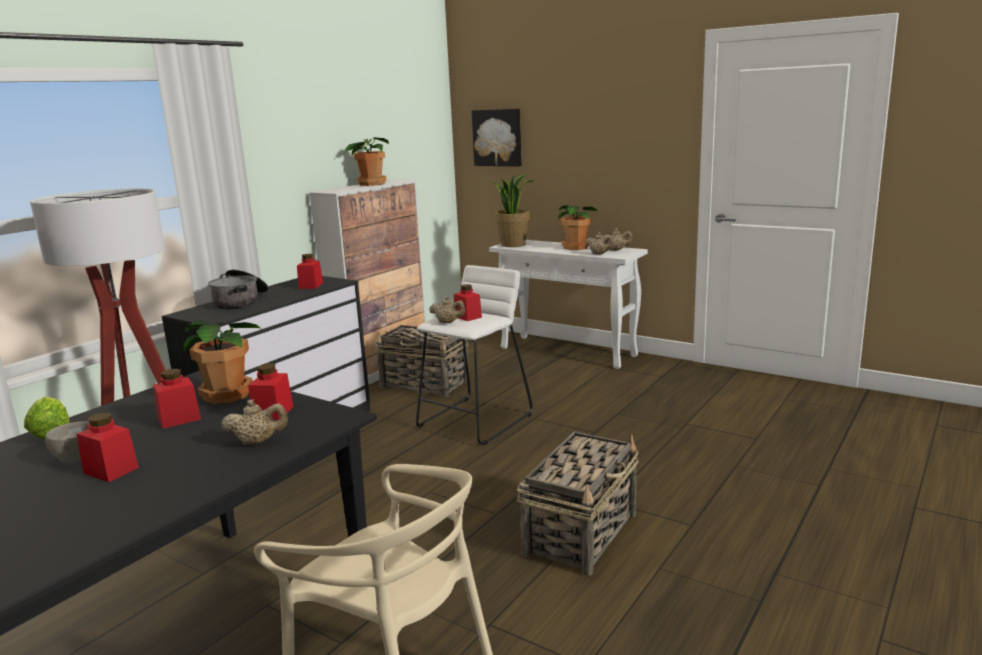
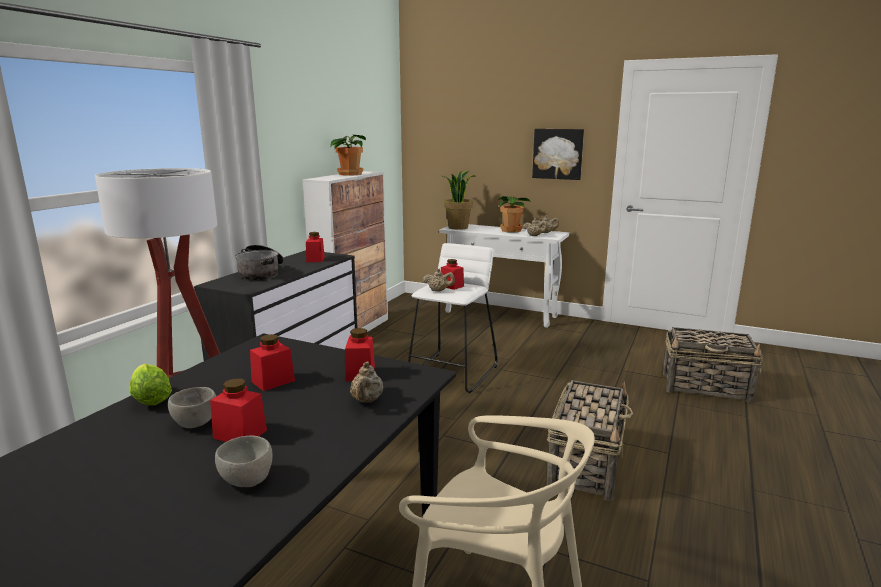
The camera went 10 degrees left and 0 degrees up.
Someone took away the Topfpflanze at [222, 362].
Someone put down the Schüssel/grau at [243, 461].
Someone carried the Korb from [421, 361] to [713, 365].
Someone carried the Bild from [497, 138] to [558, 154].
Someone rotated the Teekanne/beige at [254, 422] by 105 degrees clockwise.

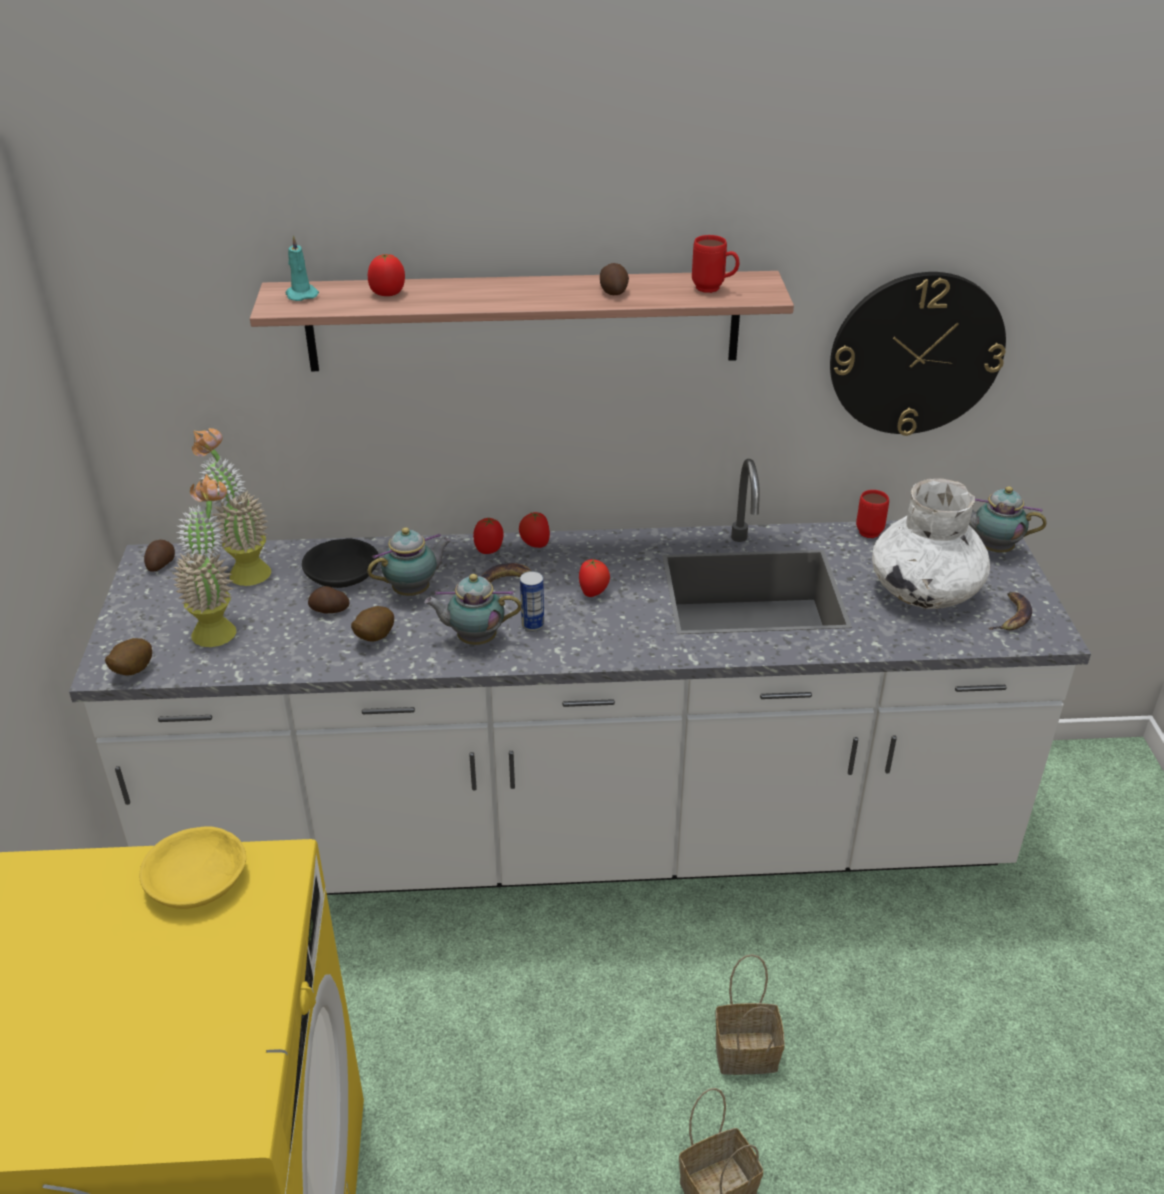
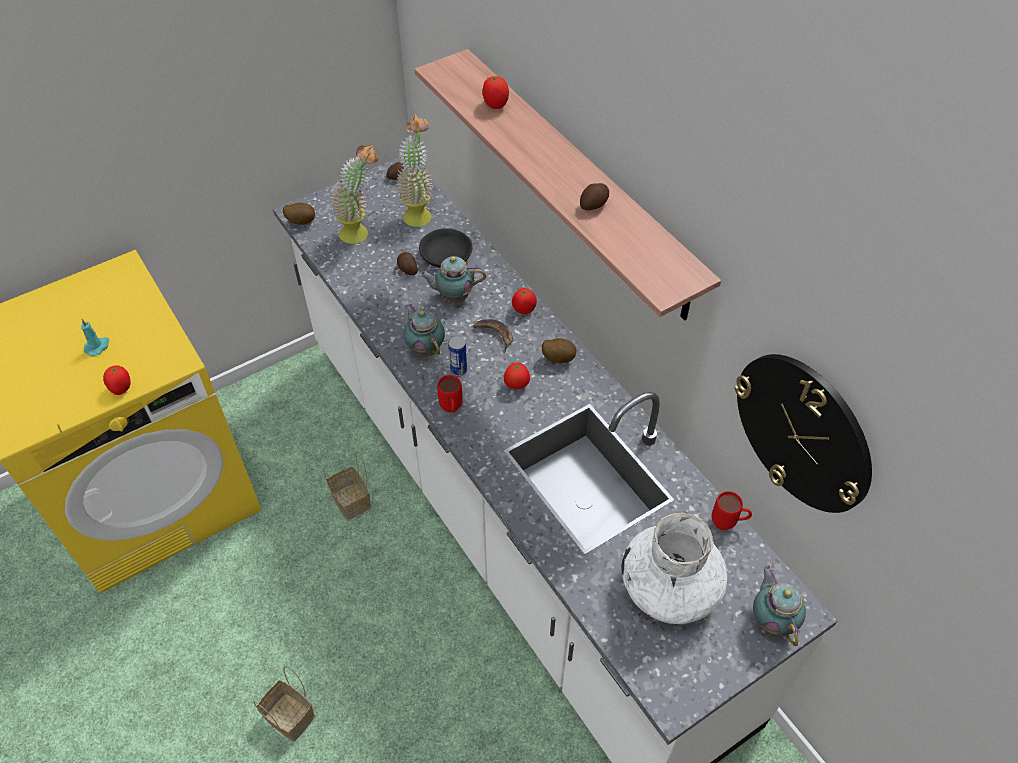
The camera went 60 degrees right and 15 degrees up.
Someone took away the Schüssel/gelb at [193, 867].
Someone took away the Banane at [1010, 611].
Someone carried the Kerze/türkis from [302, 268] to [95, 337].
Someone carried the Kartoffel from [372, 624] to [559, 350].
Someone carried the Tomate from [534, 530] to [117, 380].
Someone carried the Henkelbecher/rot from [716, 264] to [450, 394].
Someone carried the Korb from [750, 1014] to [347, 485].
Someone rotated the Teekanne at [409, 561] by 150 degrees clockwise.

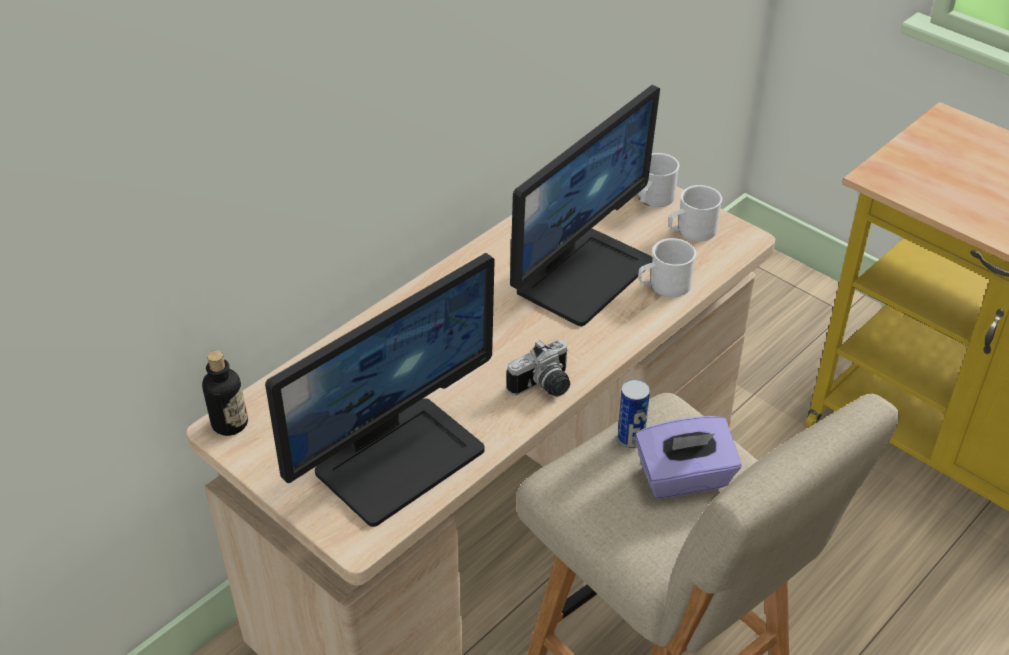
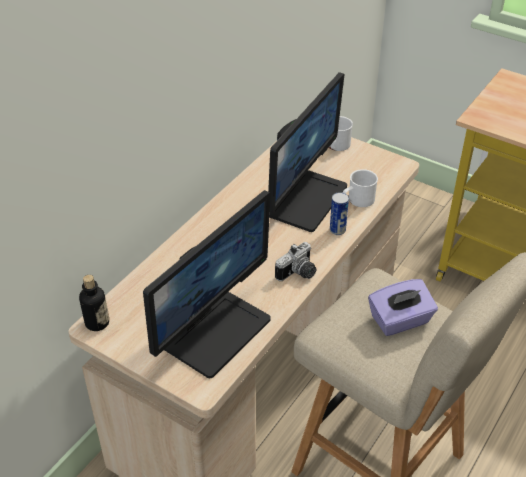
The camera went 10 degrees left and 0 degrees up.
Someone took away the Henkelbecher/weiß at [695, 213].
Someone carried the Dose from [634, 413] to [339, 213].

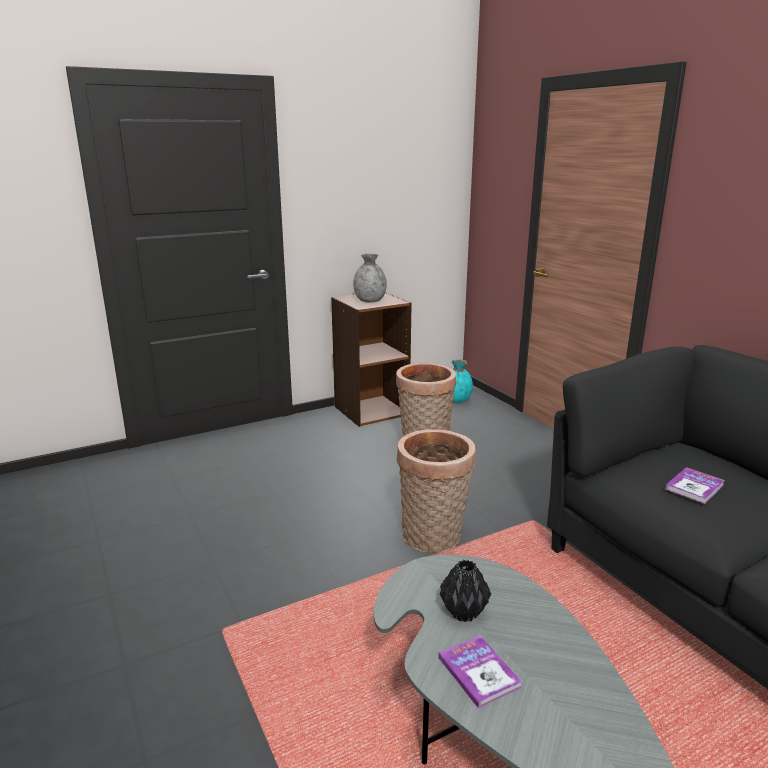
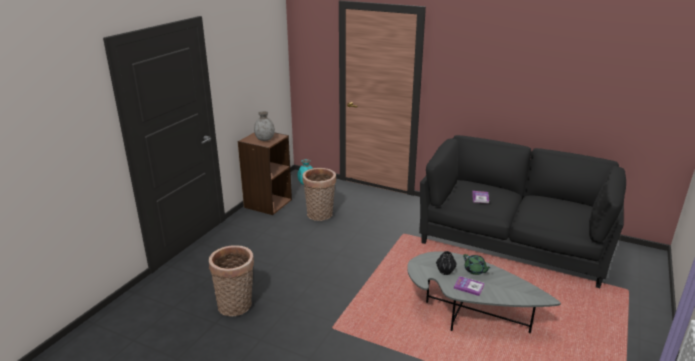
The camera went 35 degrees left and 5 degrees up.
Someone put down the Teekanne/grün at [477, 264].
Someone carried the Korb from [436, 491] to [231, 281].

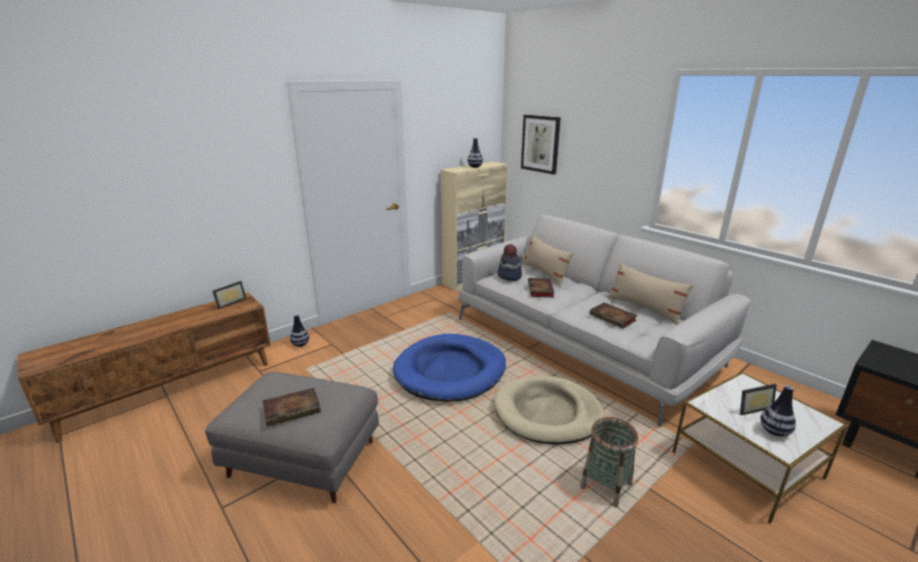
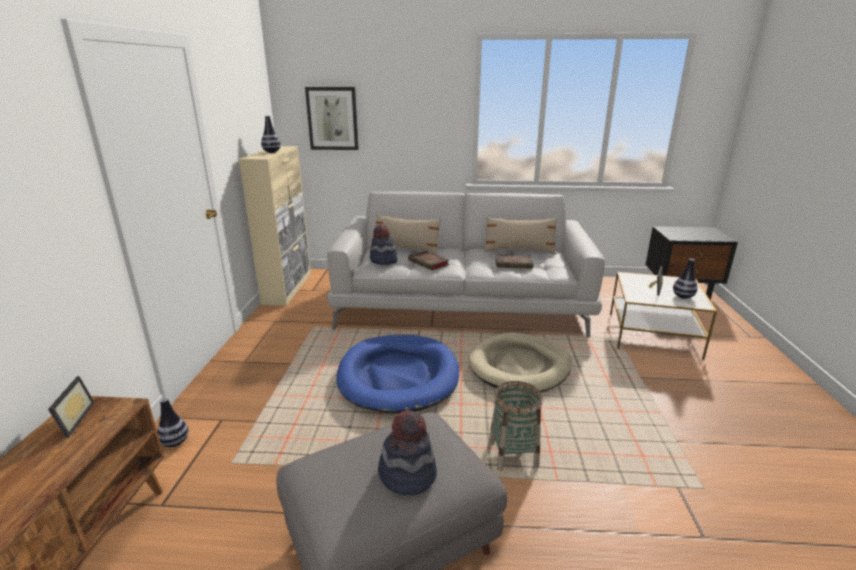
The camera went 45 degrees left and 0 degrees up.
Someone carried the Korb from [609, 462] to [516, 426].
Someone swapped the Buch at [291, 407] for the Hut at [407, 453].

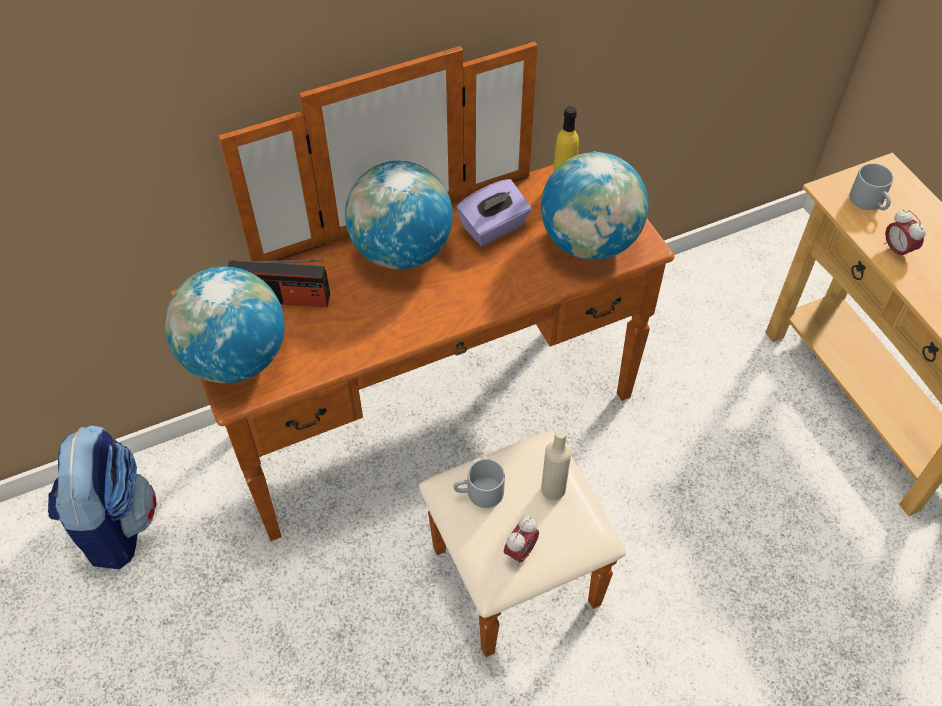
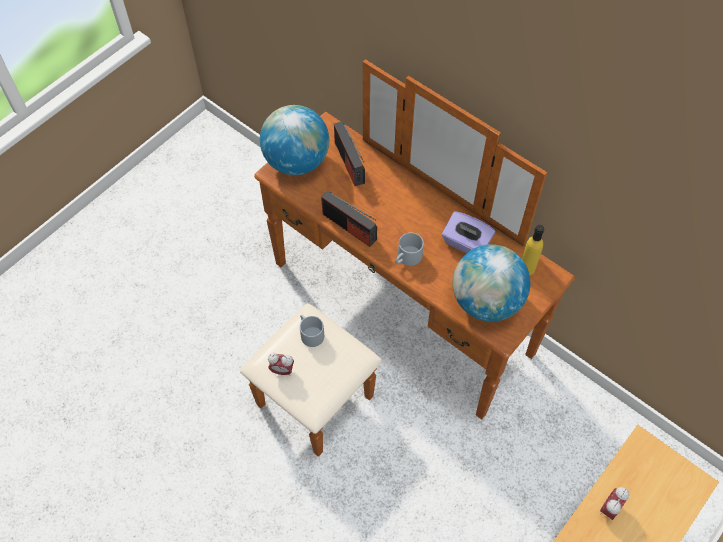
The camera went 65 degrees right and 5 degrees up.
Someone took away the Rucksack at [102, 497].
Someone took away the Globus at [399, 215].
Someone took away the Flasche/beige at [556, 464].
Someone put down the Radio at [349, 219].
Someone carried the Henkelbecher/grau from [871, 186] to [409, 249].

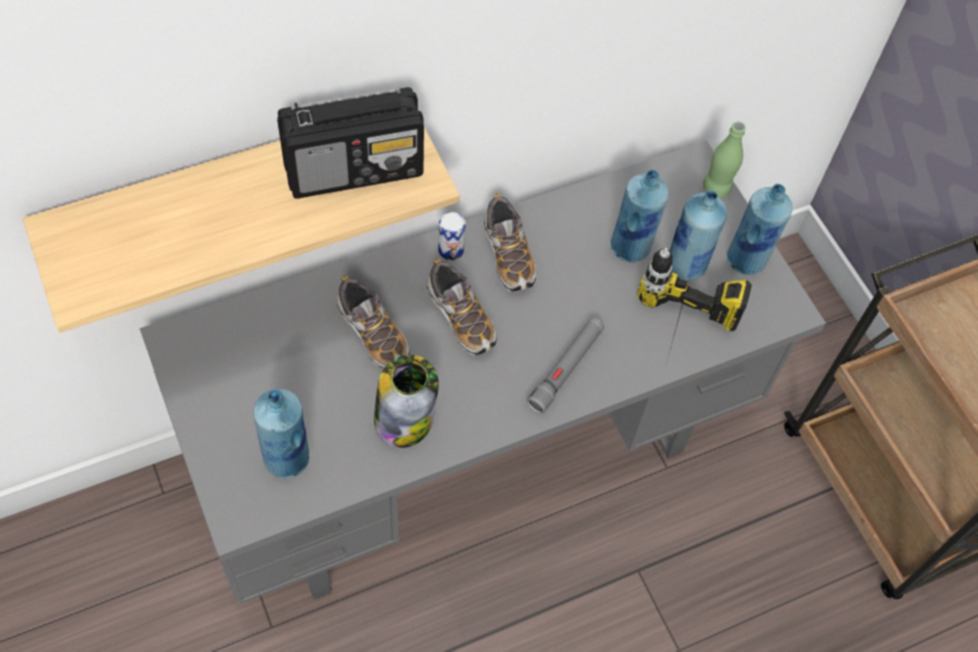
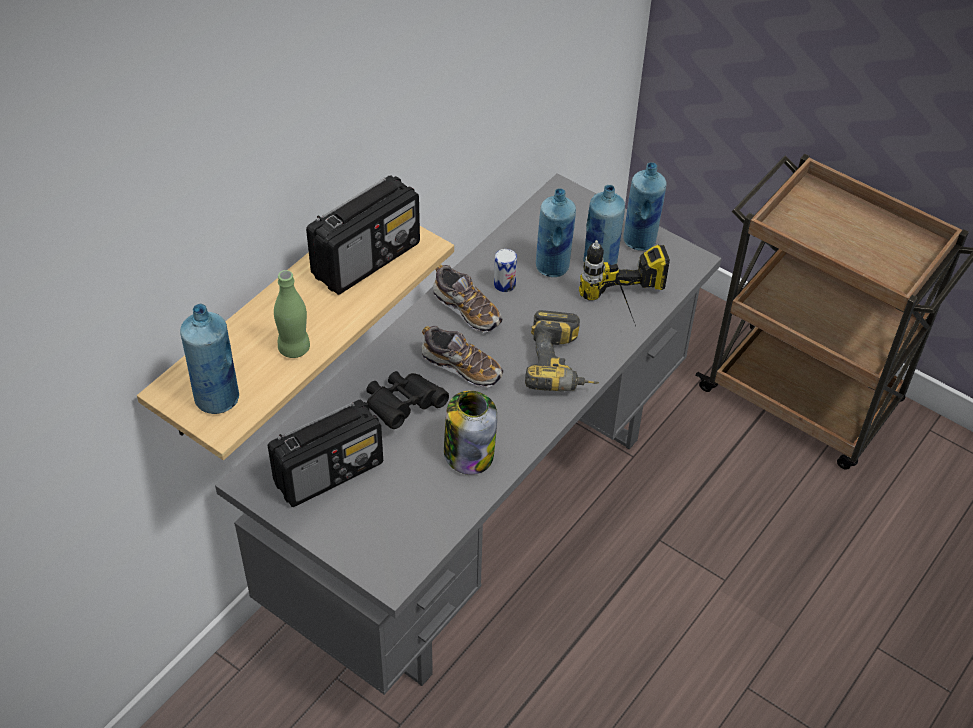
The camera went 25 degrees left and 10 degrees down.
Someone put down the Radio at [325, 453].
Someone carried the Flasche/blau from [281, 434] to [209, 359].
Someone carried the Dose from [452, 236] to [505, 270].
Someone carried the Flasche/grün from [724, 159] to [292, 314].
Someone swapped the Schuh at [373, 322] for the Fernglas/schwarz at [407, 400].
Someone swapped the Taschenlampe/grau at [565, 365] for the Bohrmaschine at [562, 350].

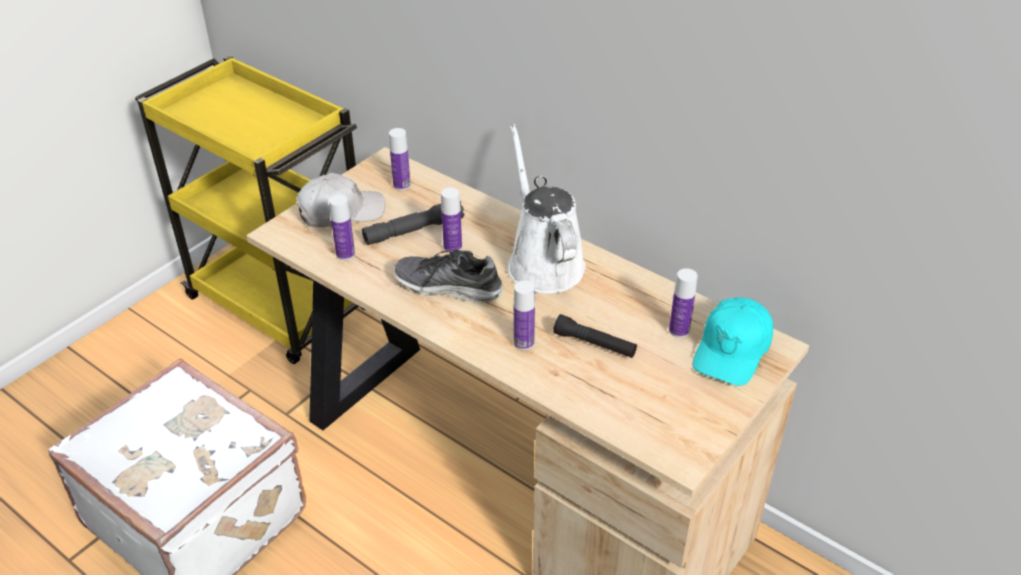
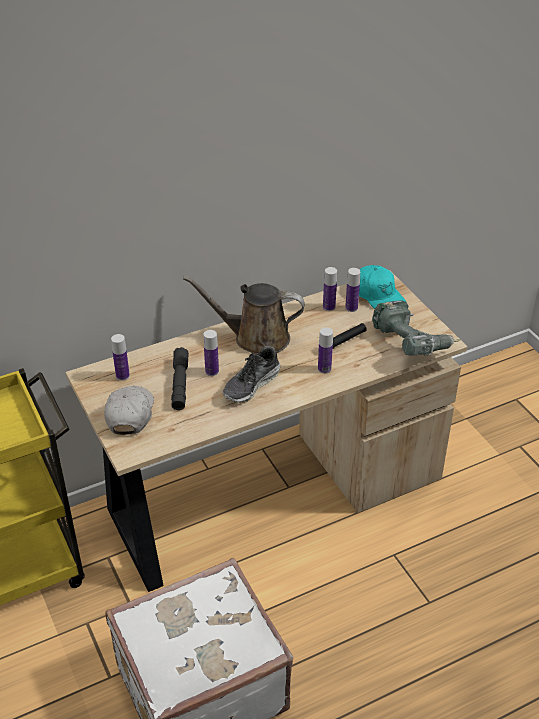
The camera went 65 degrees left and 0 degrees up.
Someone put down the Bohrmaschine at [416, 328].
Someone carried the Flasche from [342, 227] to [330, 289].
Someone repainted the Gießkanne/weiß at [547, 209], which became the Gießkanne/braun at [244, 315].

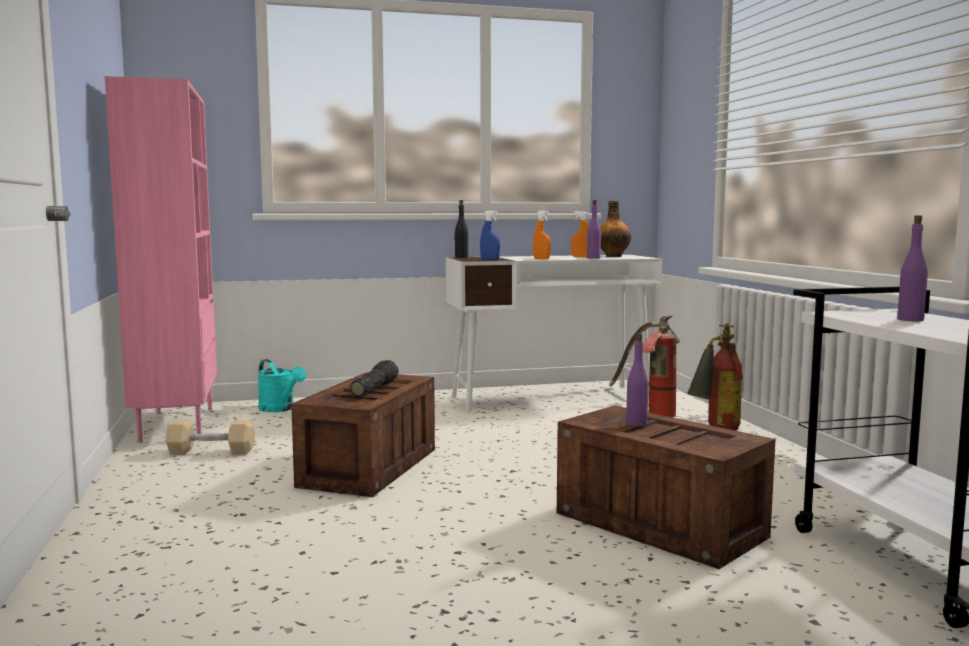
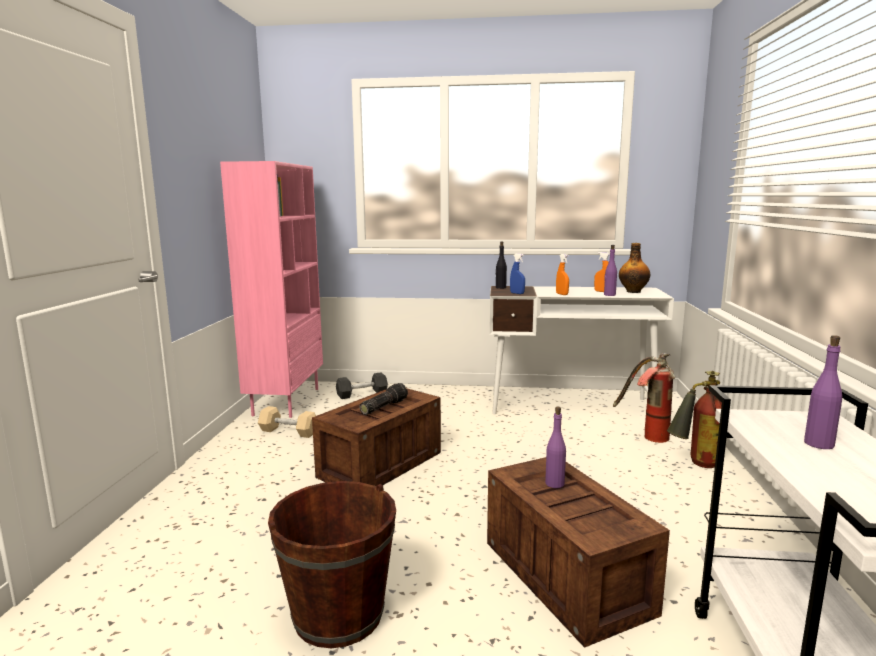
The camera went 20 degrees right and 5 degrees up.
Someone put down the Eimer/braun at [332, 564].
Someone swapped the Gießkanne/türkis at [281, 385] for the Hantel/grau at [362, 385].

